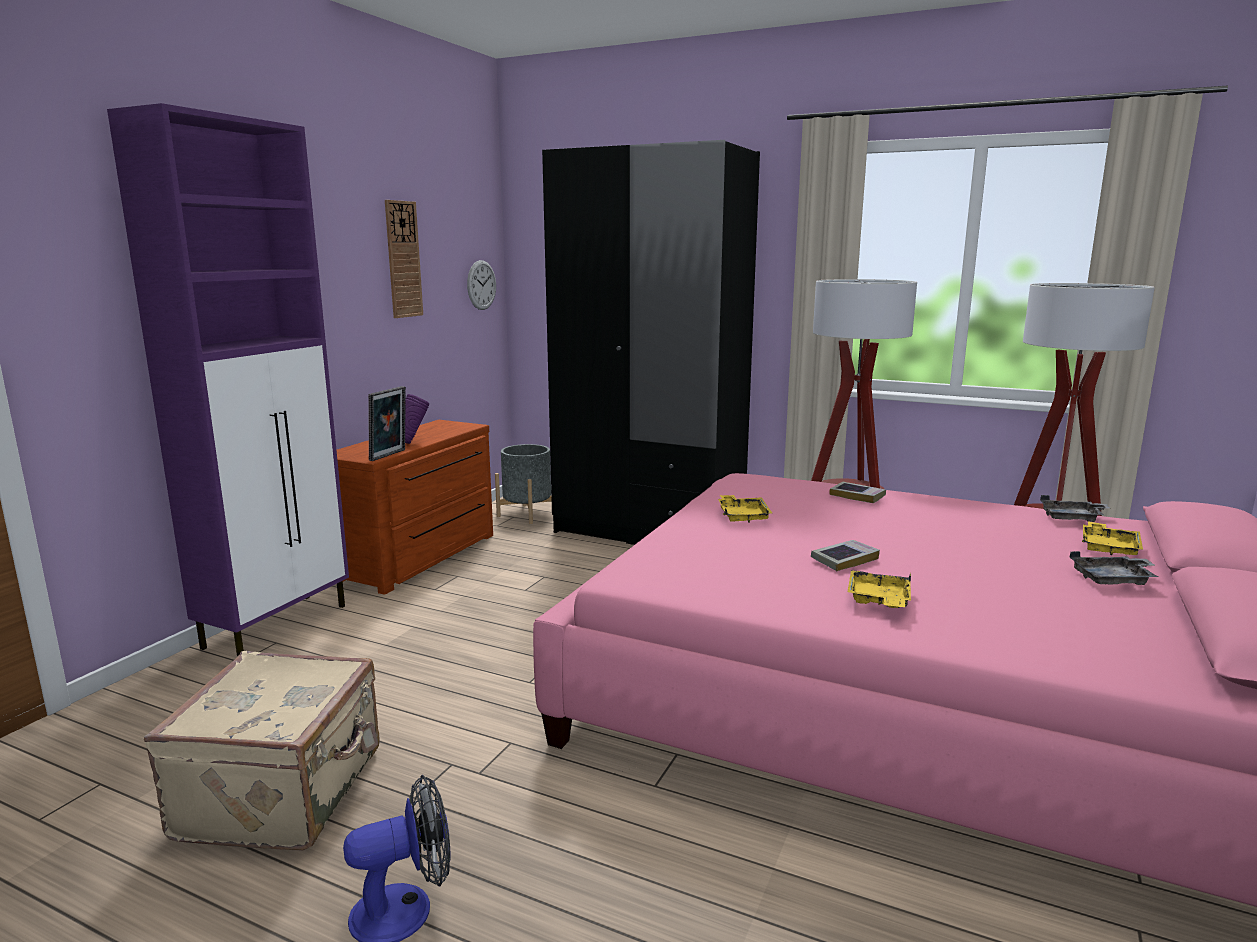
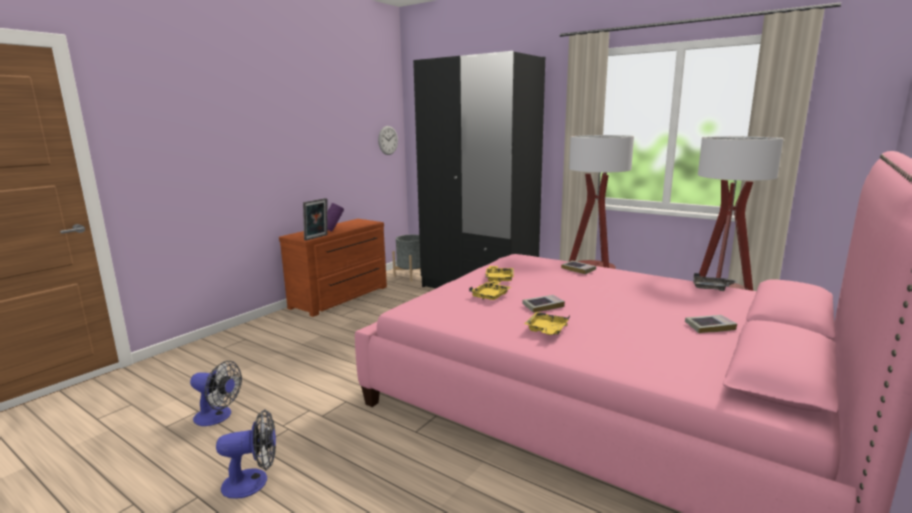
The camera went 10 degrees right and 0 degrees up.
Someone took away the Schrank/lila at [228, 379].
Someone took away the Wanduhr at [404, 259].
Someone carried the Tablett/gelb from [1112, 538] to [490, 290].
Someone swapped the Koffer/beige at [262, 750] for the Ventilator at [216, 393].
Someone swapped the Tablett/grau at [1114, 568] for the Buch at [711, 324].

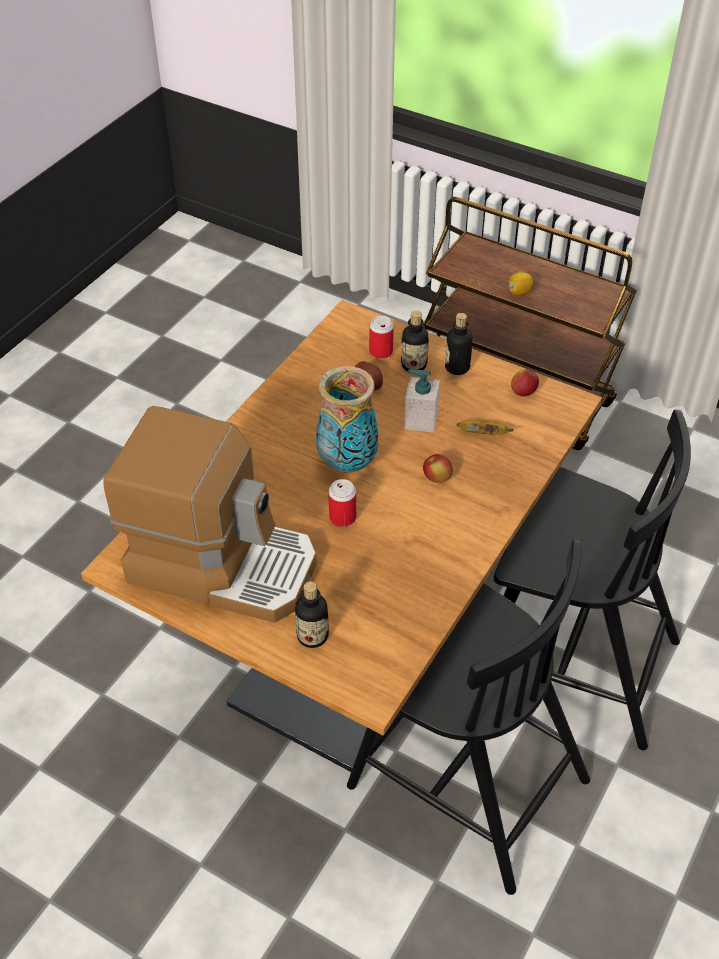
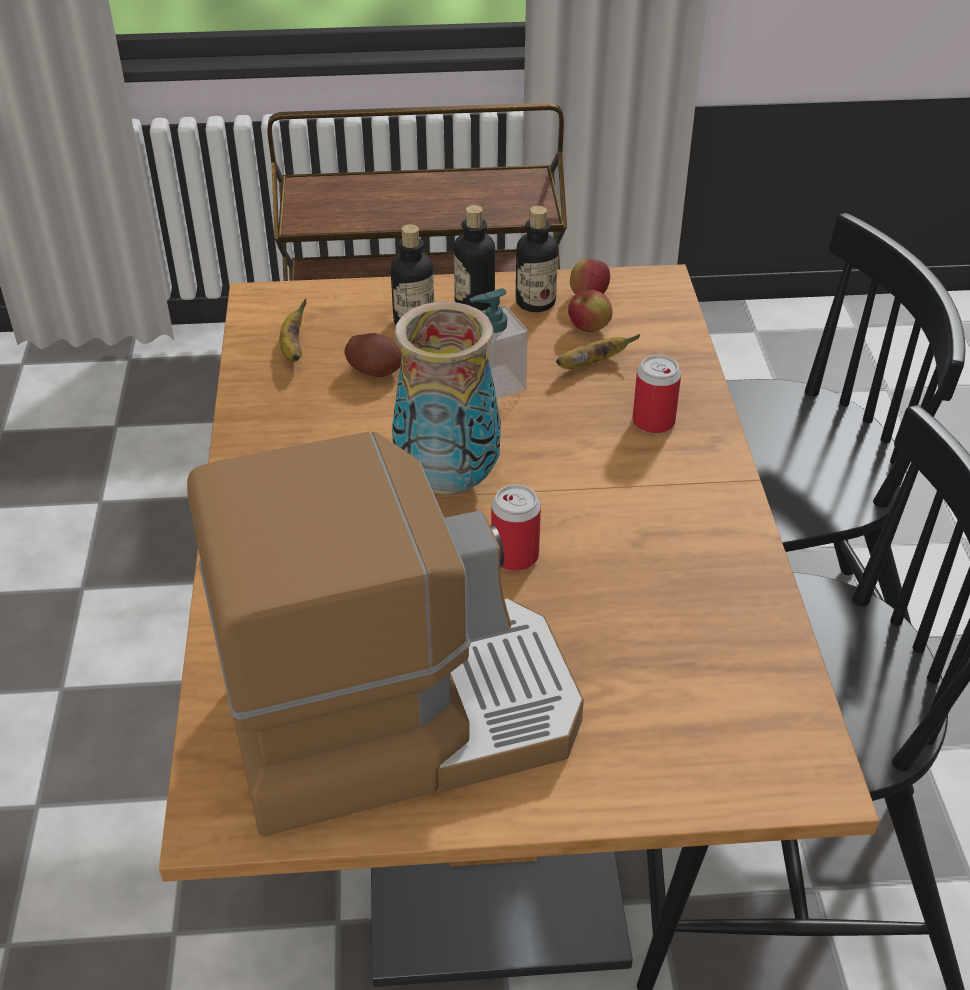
The camera went 35 degrees left and 5 degrees down.
Someone took away the Zitrone at [521, 283].
Someone put down the Banane at [293, 330].
Someone carried the Flasche from [312, 615] to [537, 259].
Someone carried the Dose from [381, 337] to [656, 394].
Someone carried the Apfel from [438, 468] to [590, 311].

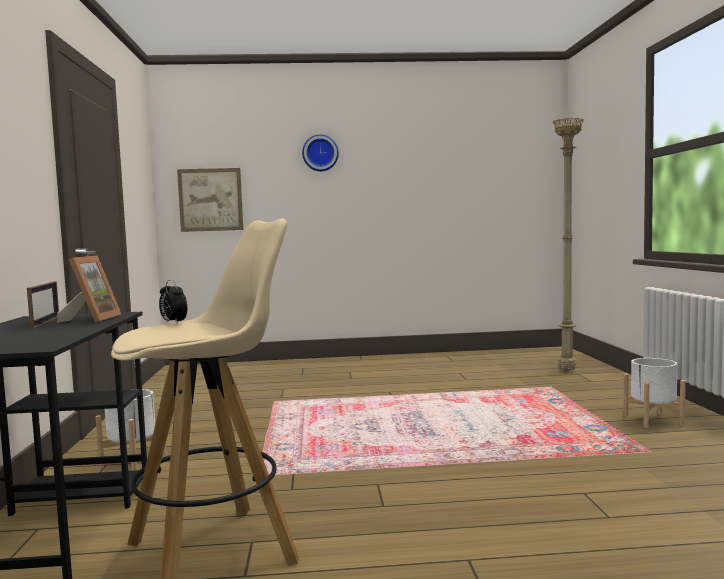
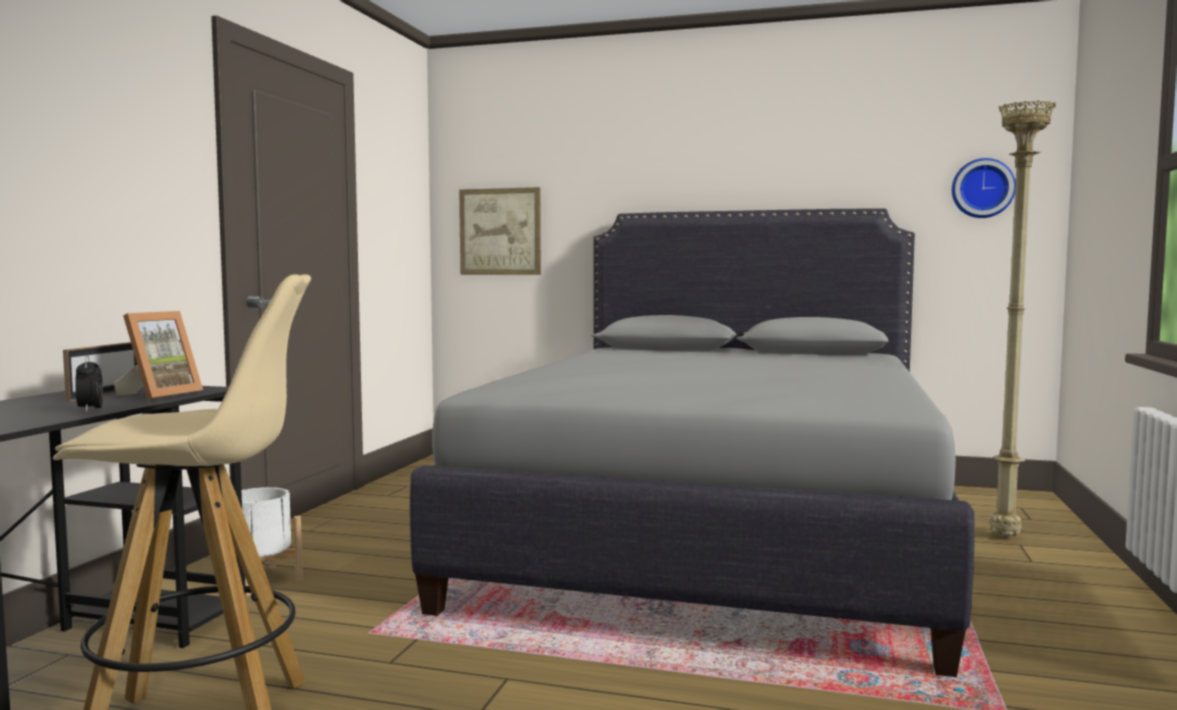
The camera went 20 degrees right and 0 degrees up.
Someone took away the Pflanzkübel/weiß at [655, 393].
Someone put down the Bett/grau at [692, 442].
Someone carried the Wecker from [173, 302] to [89, 383].
Someone carried the Wanduhr from [320, 153] to [984, 188].

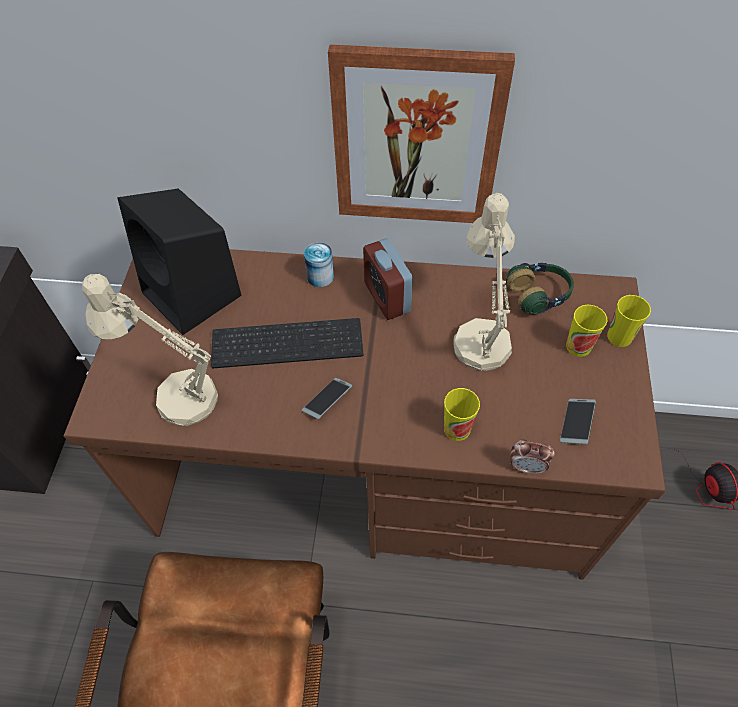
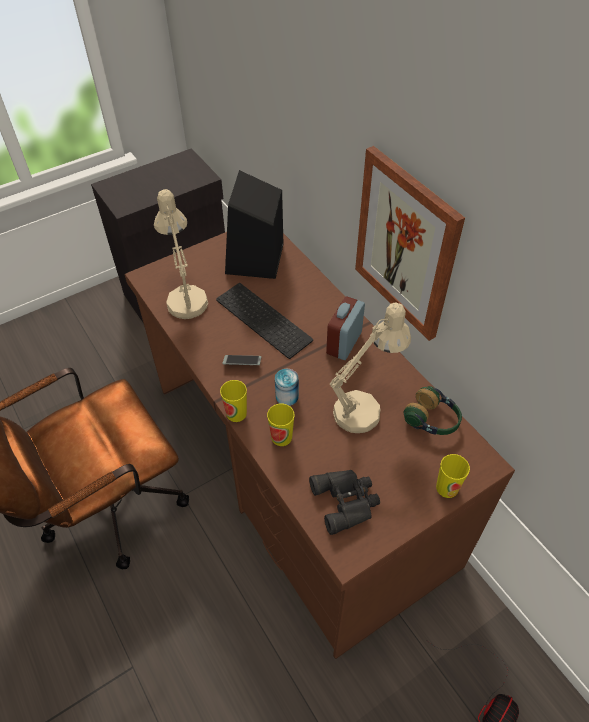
The camera went 50 degrees right and 5 degrees down.
Someone took away the Wecker at [532, 457].
Someone carried the Dose from [319, 264] to [287, 387].
Someone carried the Tasse from [586, 331] to [233, 401].
Someone swapped the Handy at [578, 421] for the Fernglas/schwarz at [344, 502].

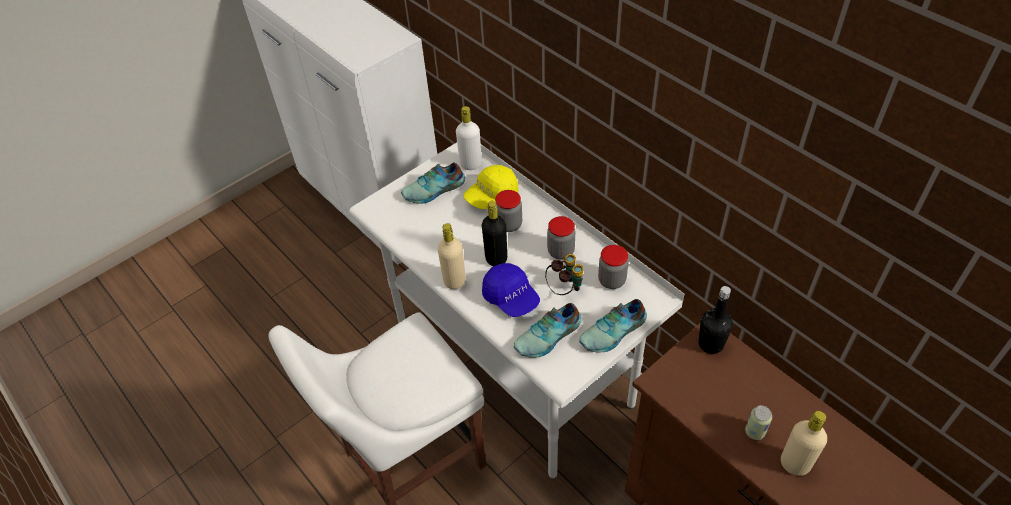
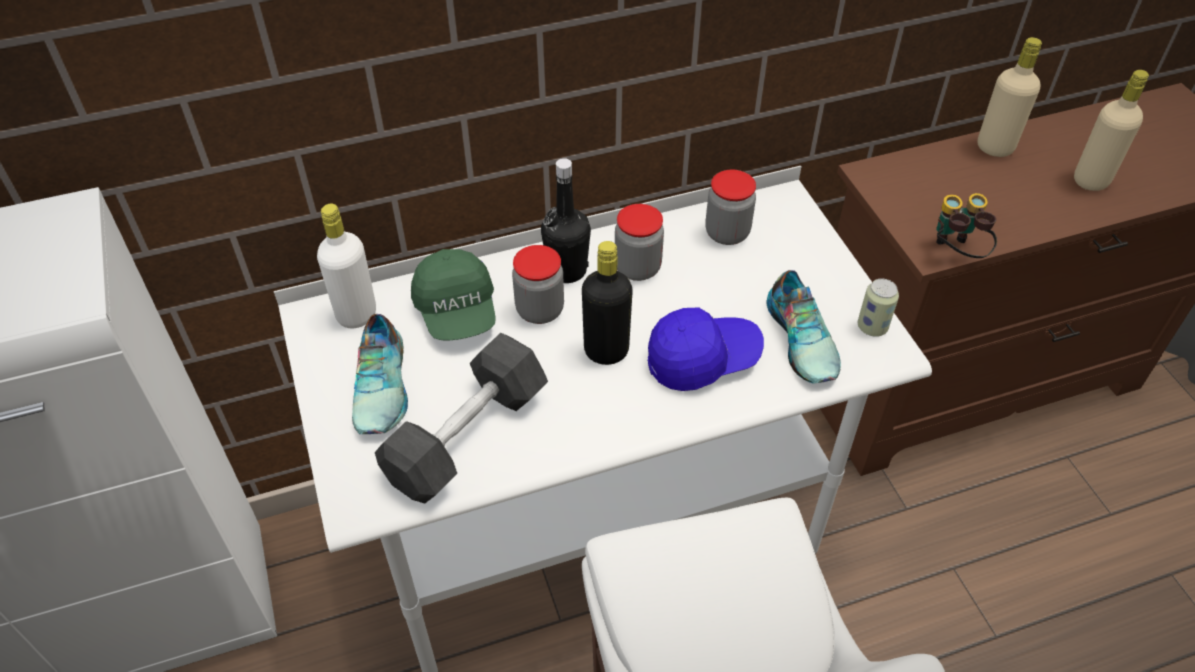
The camera went 70 degrees left and 0 degrees up.
Someone took away the Schuh at [613, 326].
Someone put down the Hantel/schwarz at [461, 418].
Someone carried the Flasche/beige from [452, 256] to [1010, 97].
Someone carried the Fernglas from [564, 274] to [966, 225].
Someone carried the Flasche/schwarz from [716, 320] to [566, 220].
Someone carried the Dose from [758, 422] to [878, 307].
Someone repainted the Kappe/gelb at [491, 187], which became the Kappe/grün at [453, 294].

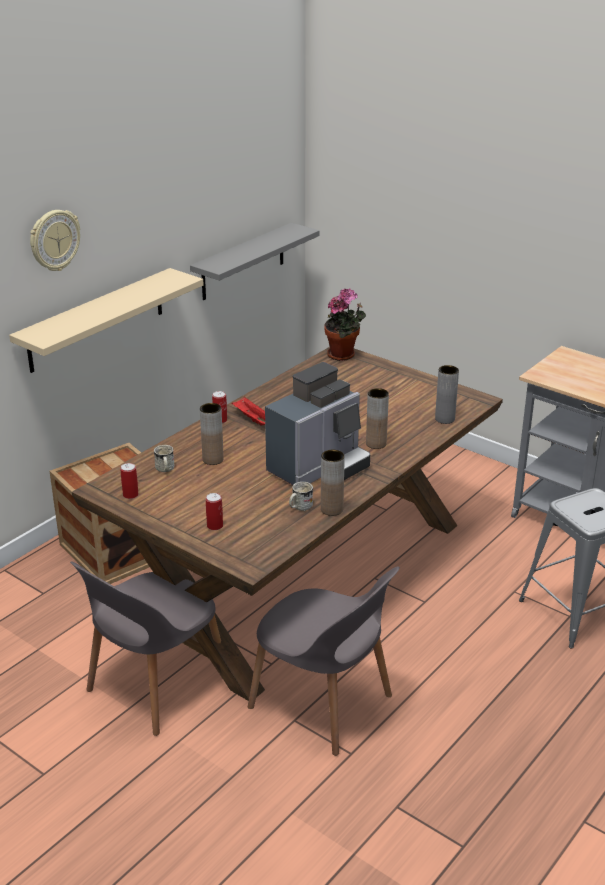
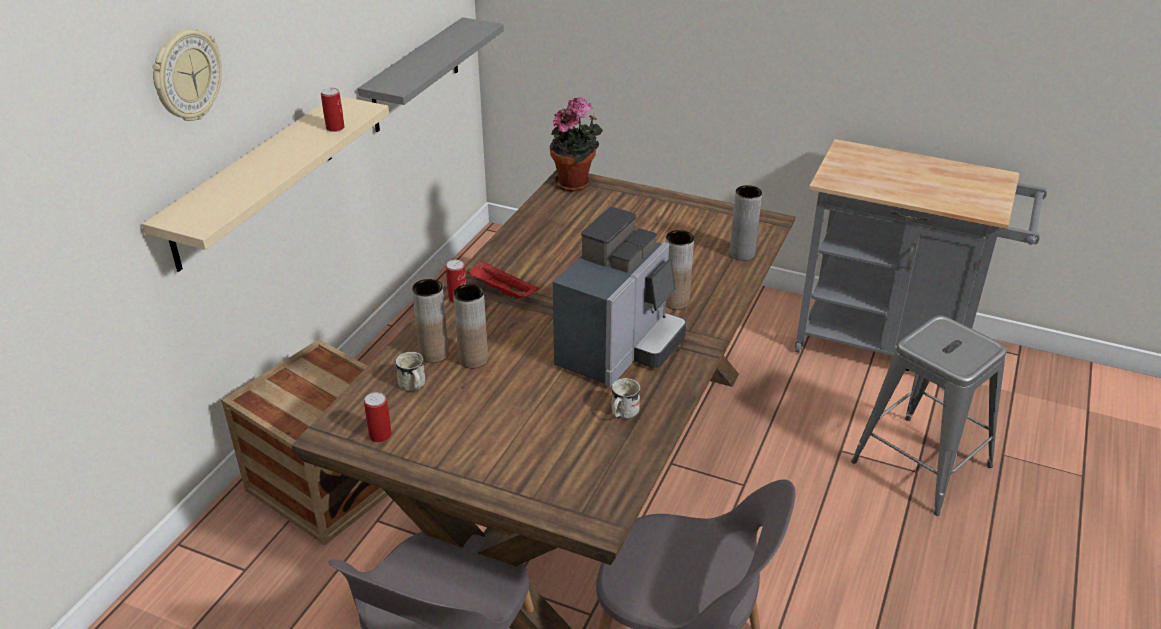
The camera went 15 degrees left and 5 degrees up.
Someone carried the Dose from [214, 511] to [333, 110].
Someone carried the Vase/braun from [333, 483] to [430, 321].

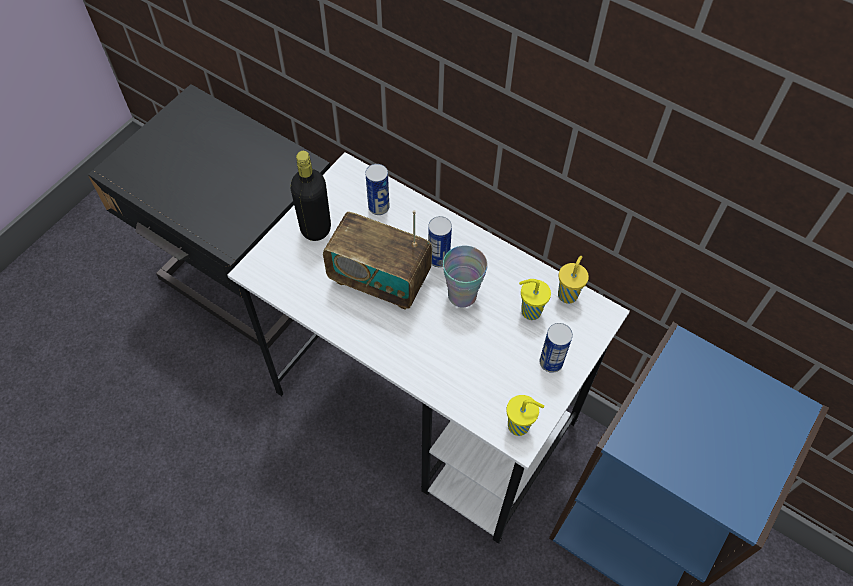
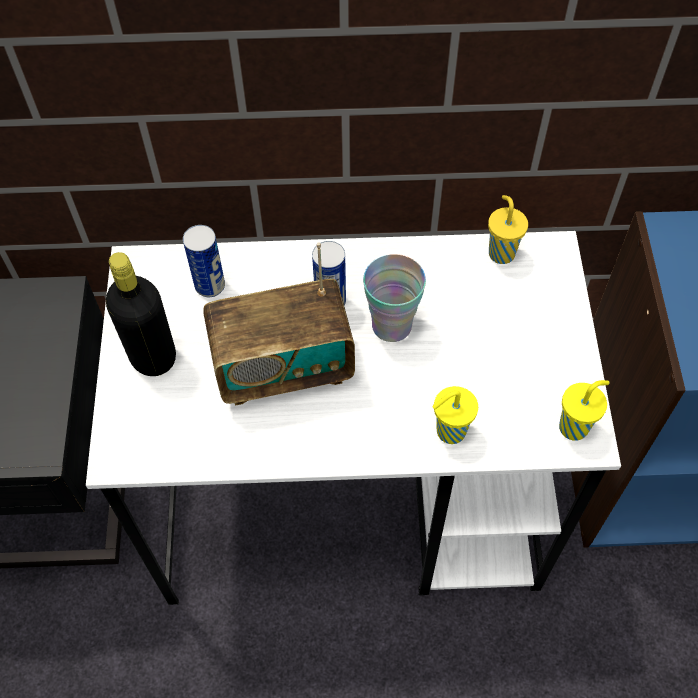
The camera went 35 degrees left and 0 degrees up.
Someone took away the Dose at [556, 348].
Someone carried the Tasse/gelb from [535, 299] to [455, 415].

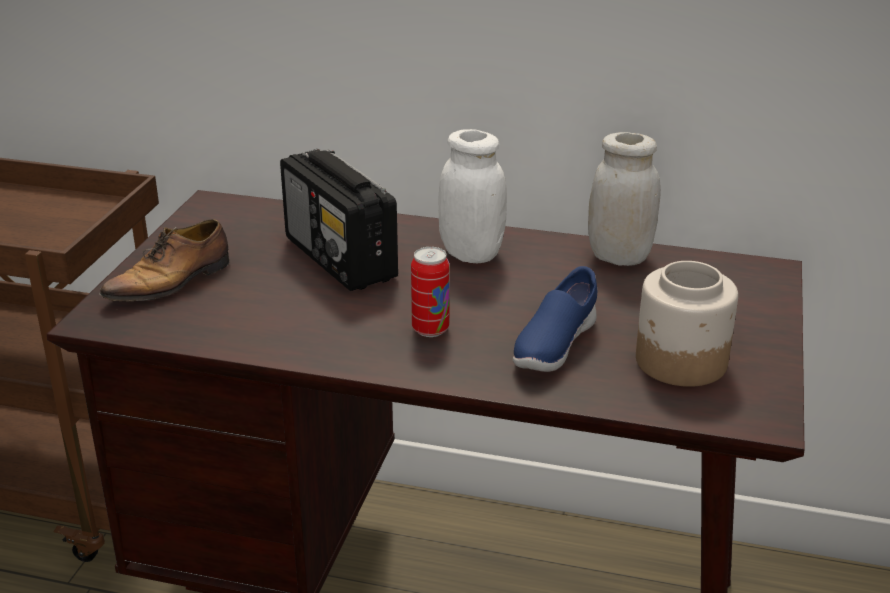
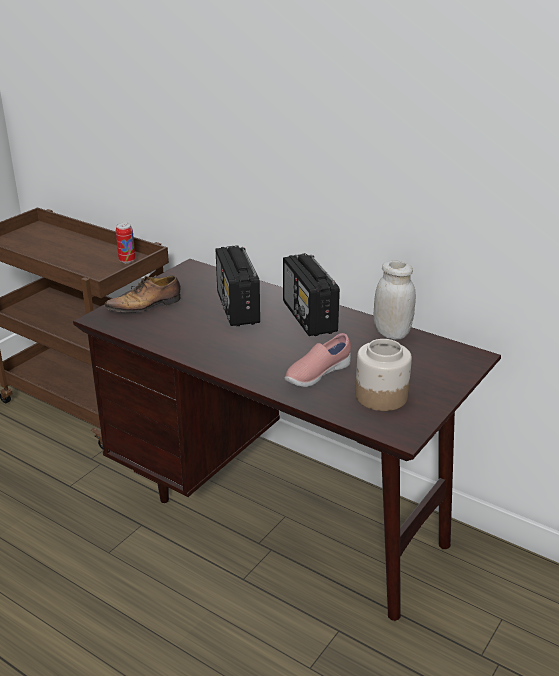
The camera went 20 degrees right and 0 degrees up.
Someone carried the Dose from [430, 292] to [125, 242].
Someone swapped the Vorratsglas/weiß at [472, 196] for the Radio at [311, 294].
Someone repainted the Schuh/blau at [555, 319], which became the Schuh/rosa at [318, 360].

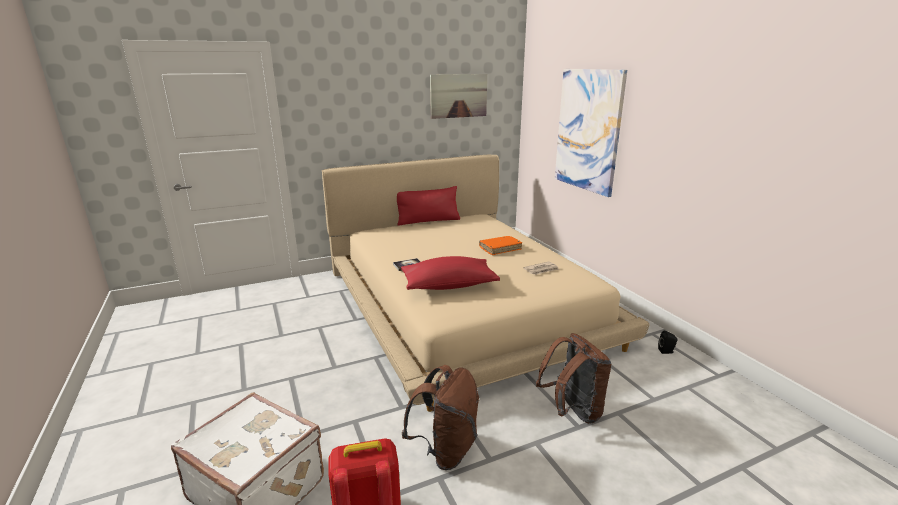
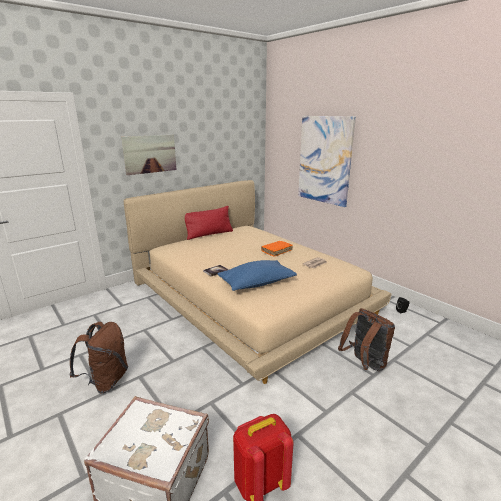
The camera went 15 degrees left and 0 degrees up.
Someone carried the Rucksack/braun from [440, 417] to [98, 357].
Someone carried the Bild from [458, 96] to [149, 155].
Someone repainted the Kissen/rot at [450, 273], which became the Kissen/blau at [257, 275].

